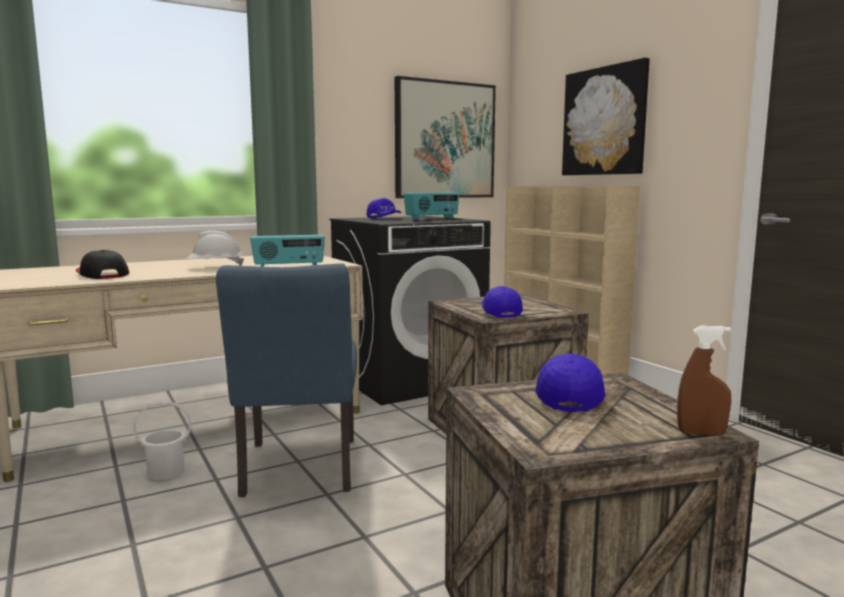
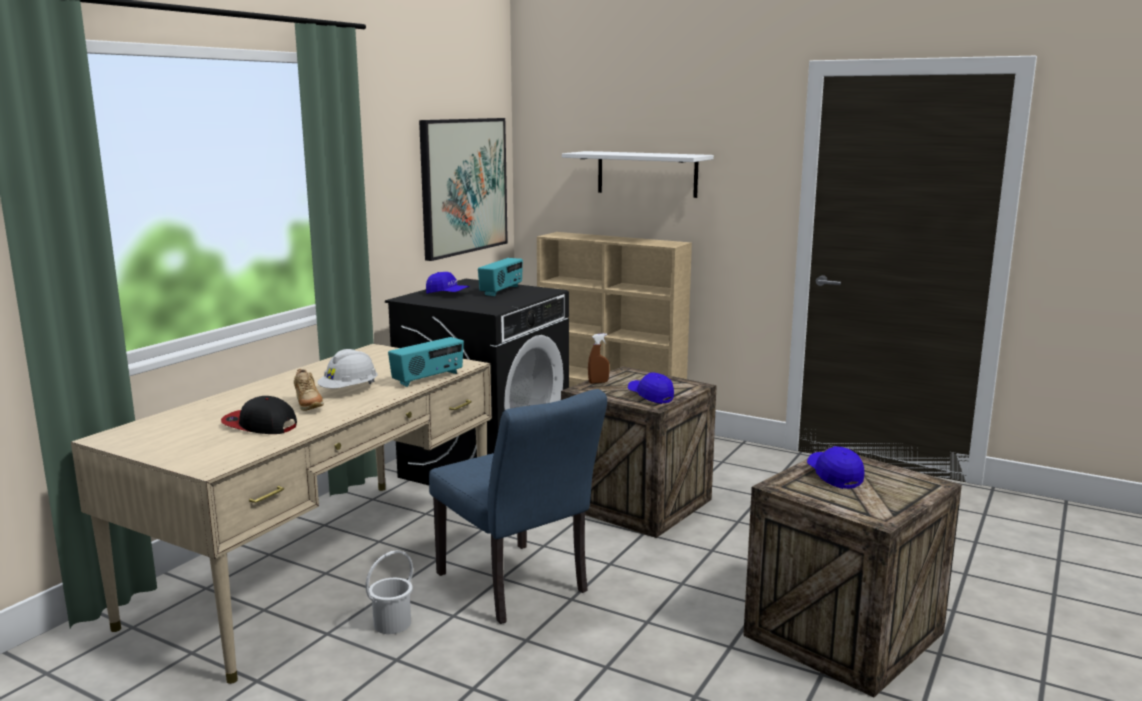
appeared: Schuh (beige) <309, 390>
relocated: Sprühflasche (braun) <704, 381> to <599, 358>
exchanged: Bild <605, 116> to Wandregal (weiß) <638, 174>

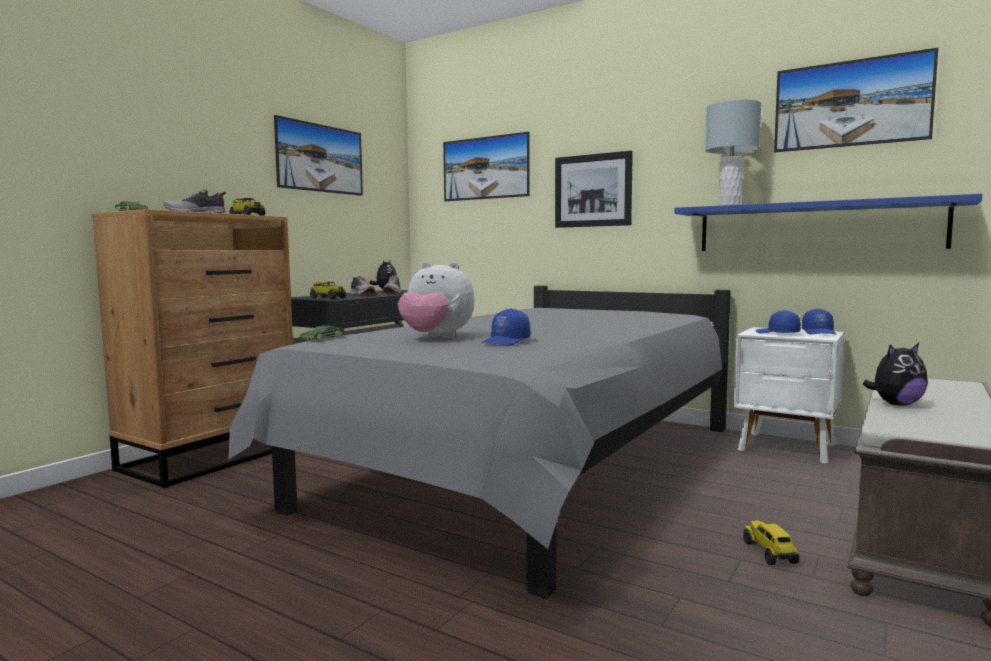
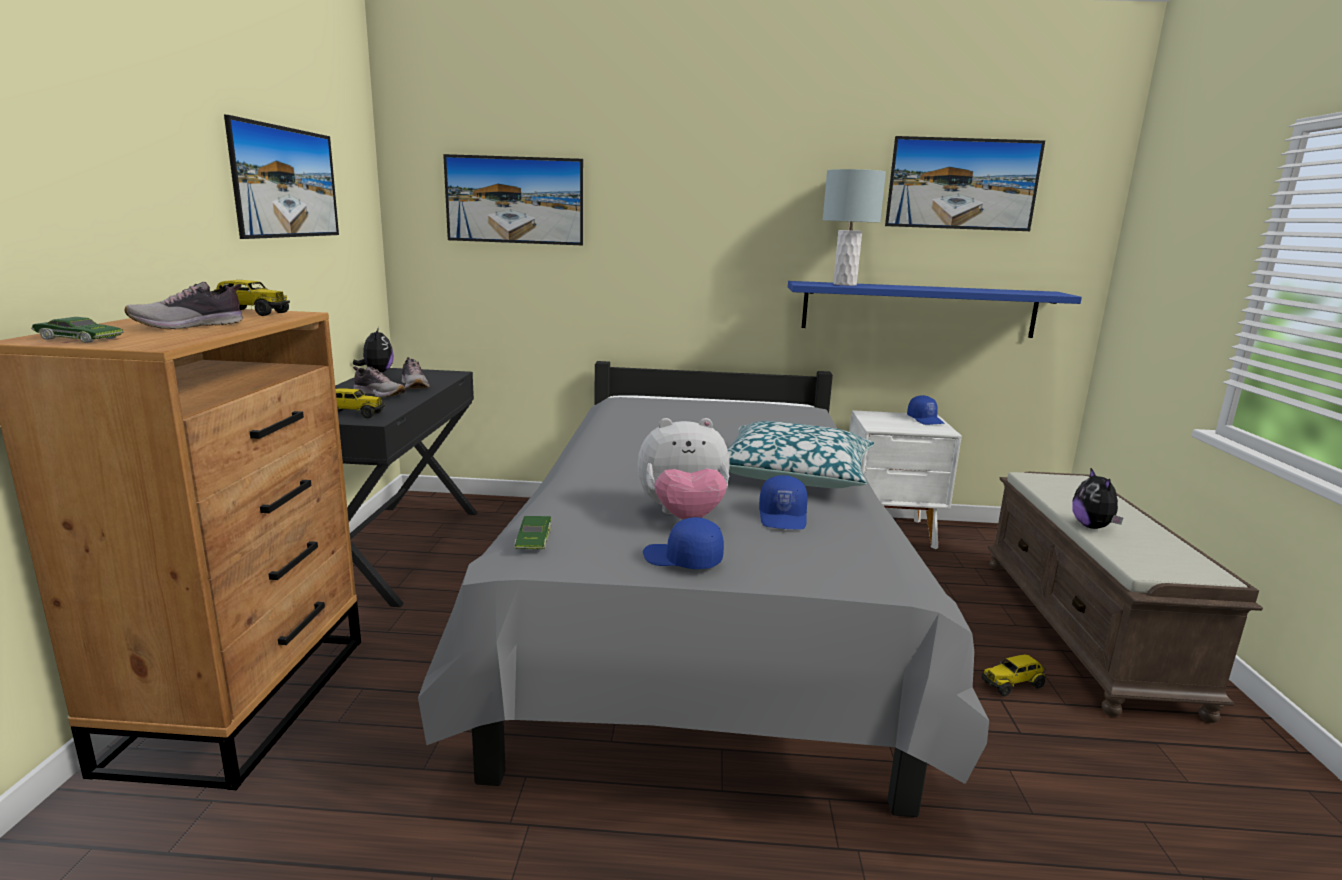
missing: Bild <594, 189>
appeared: Kissen <801, 454>
relocated: Kappe (blau) <778, 322> to <683, 543>
spun: Spielzeuglaster <771, 542> = <1014, 675> 75 degrees counterclockwise; Plüschtier <895, 374> = <1098, 498> 135 degrees clockwise

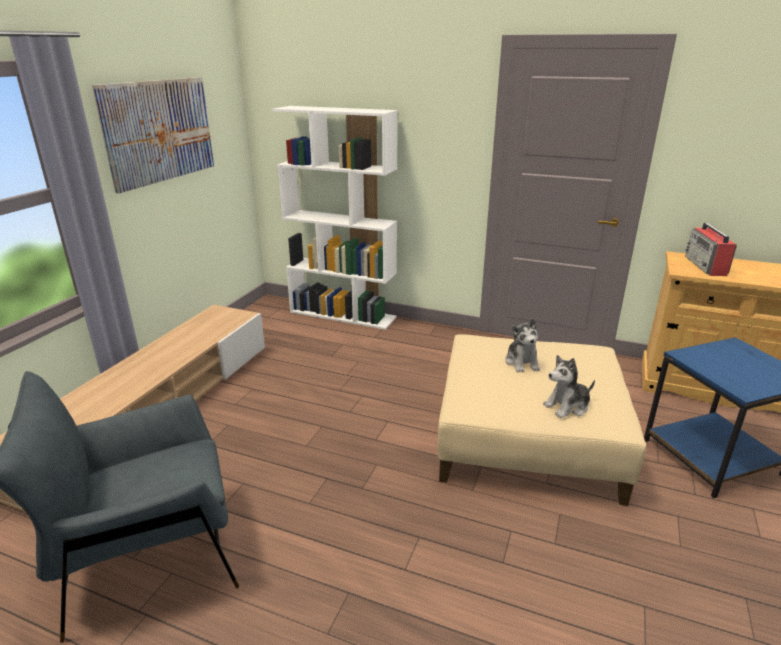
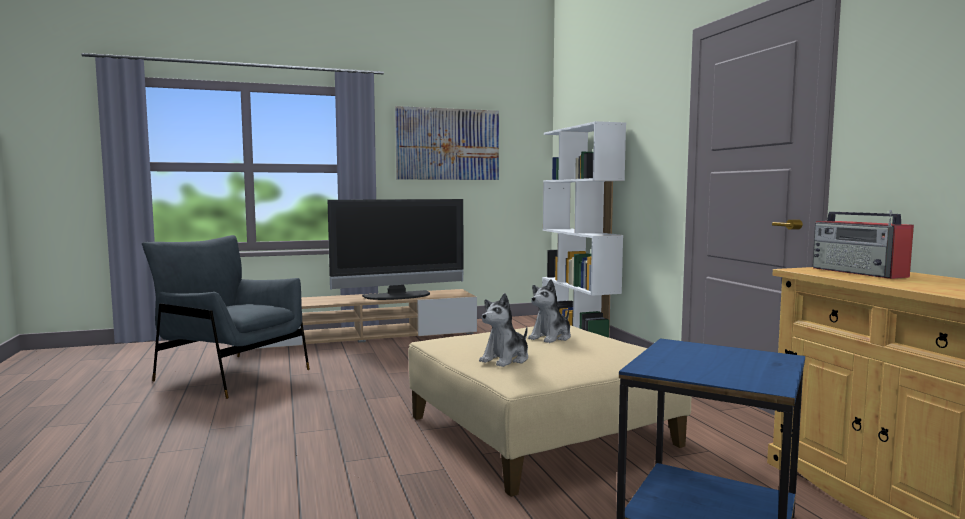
appeared: Fernseher <396, 249>
spun: Plüschtier <569, 386> = <503, 330> 75 degrees counterclockwise; Radio <711, 249> = <863, 244> 75 degrees counterclockwise

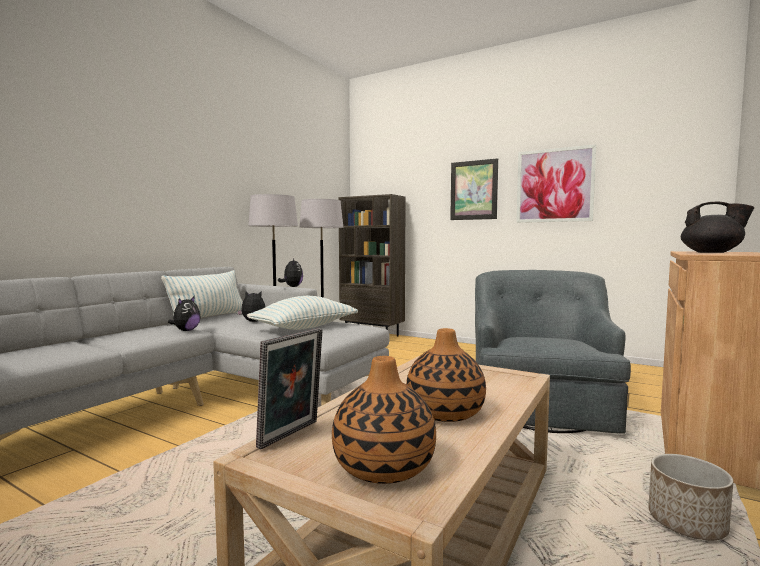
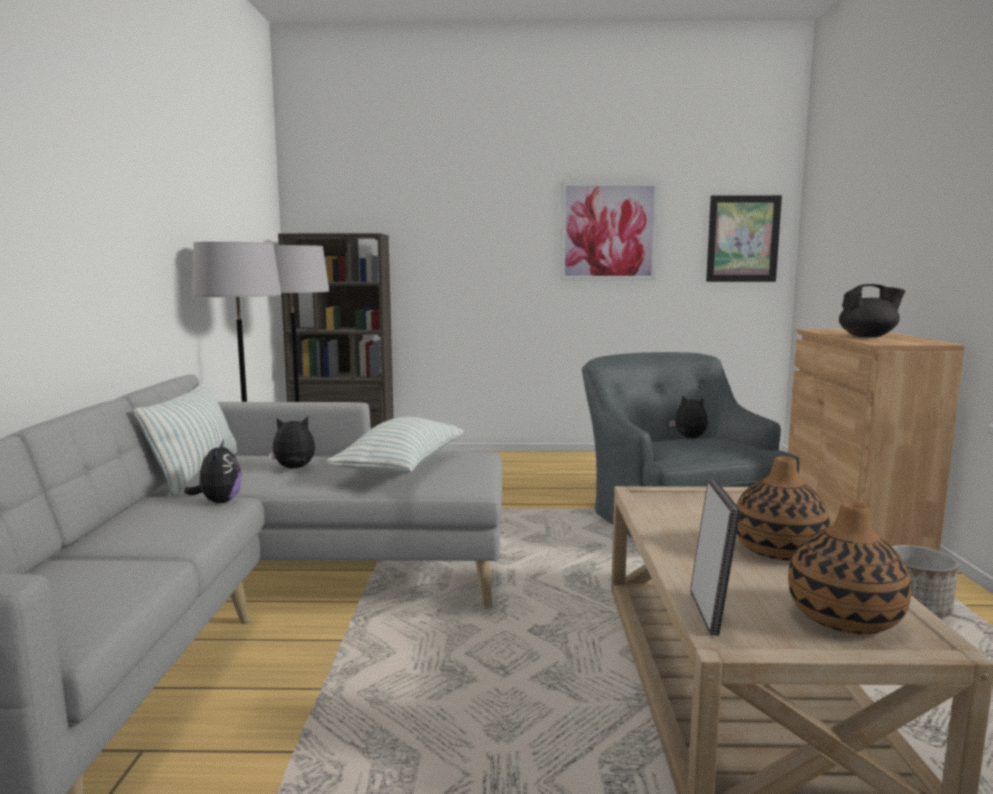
relocated: Plüschtier <290, 273> to <688, 416>; Bild <474, 189> to <744, 238>

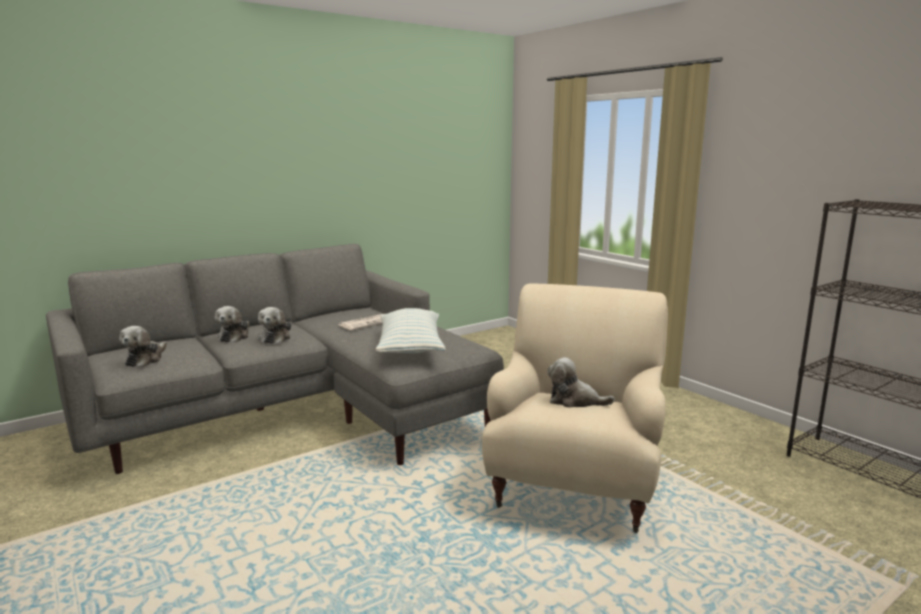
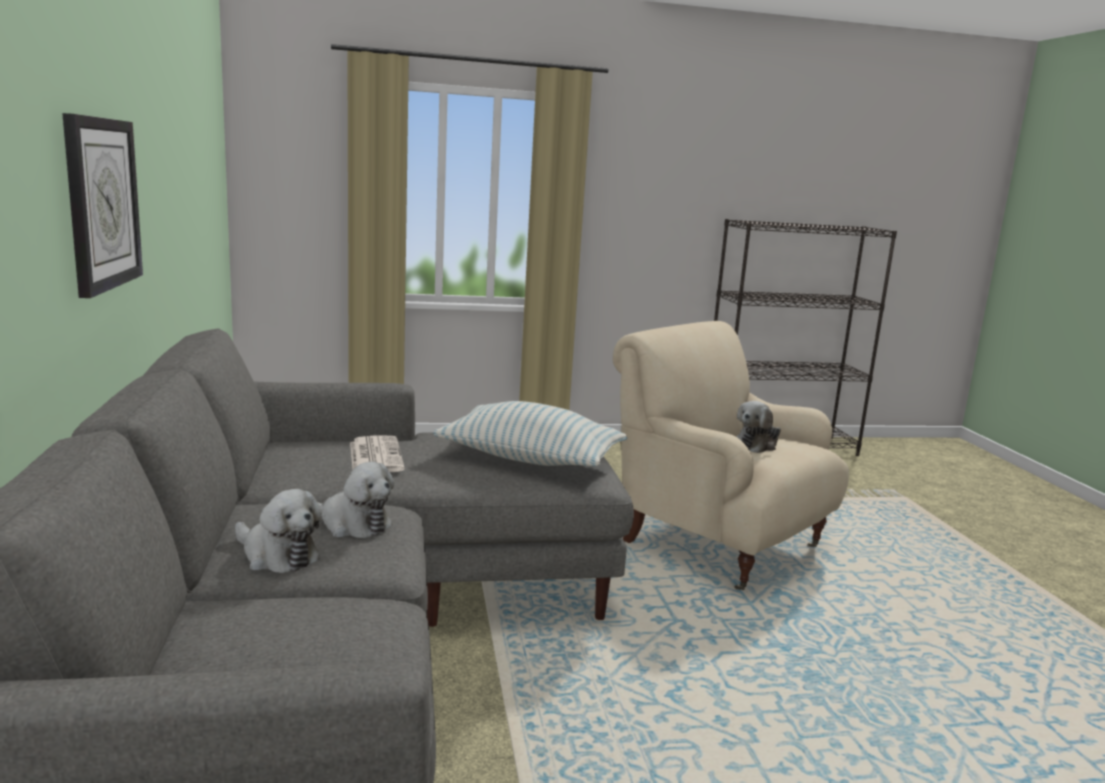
missing: Plüschtier <143, 346>
appeared: Wanduhr <102, 205>

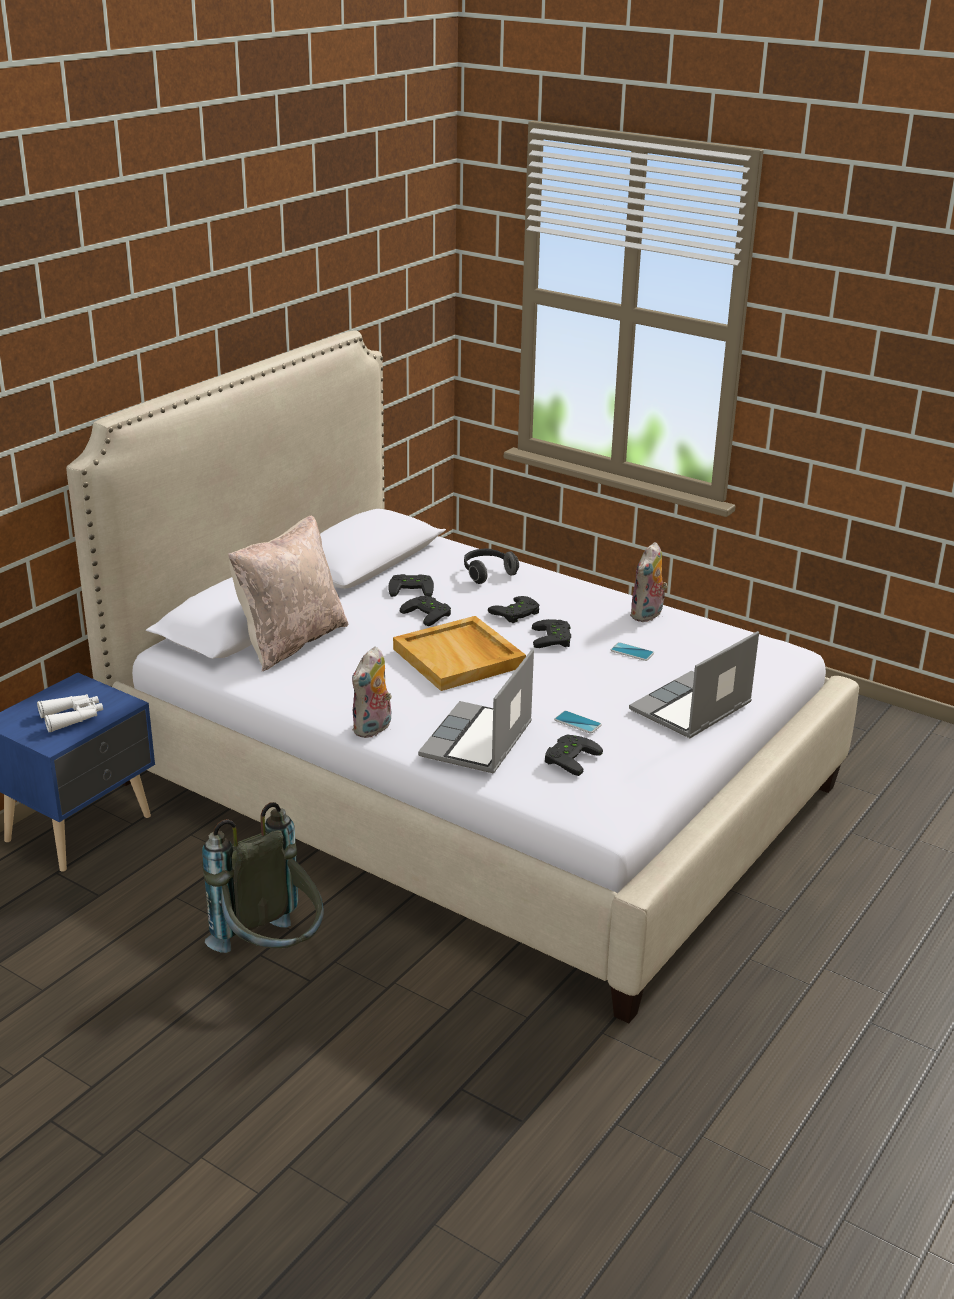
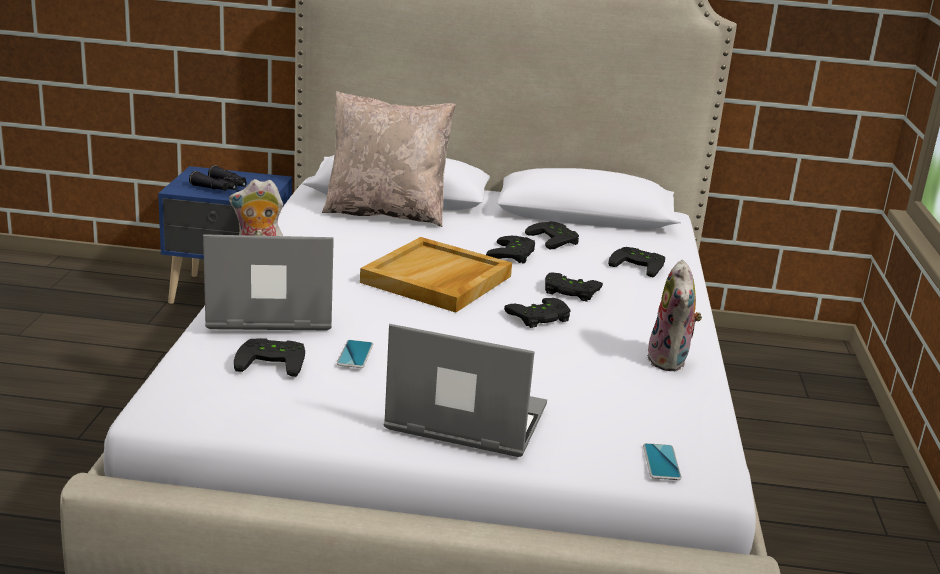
missing: Rucksack (grau) <263, 877>
relocated: Handy <632, 651> to <662, 461>
exchanged: Kopfhörer <491, 566> to Gamepad (schwarz) <636, 262>
colour: Fernglas (weiß) <70, 713> to Fernglas (schwarz) <218, 178>
spun: Plüschtier <649, 582> = <674, 315> 90 degrees counterclockwise

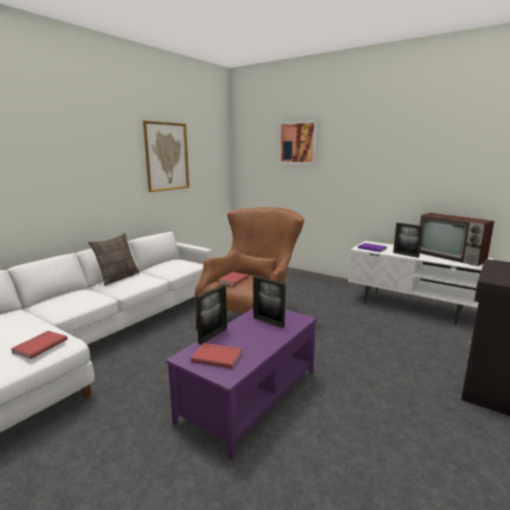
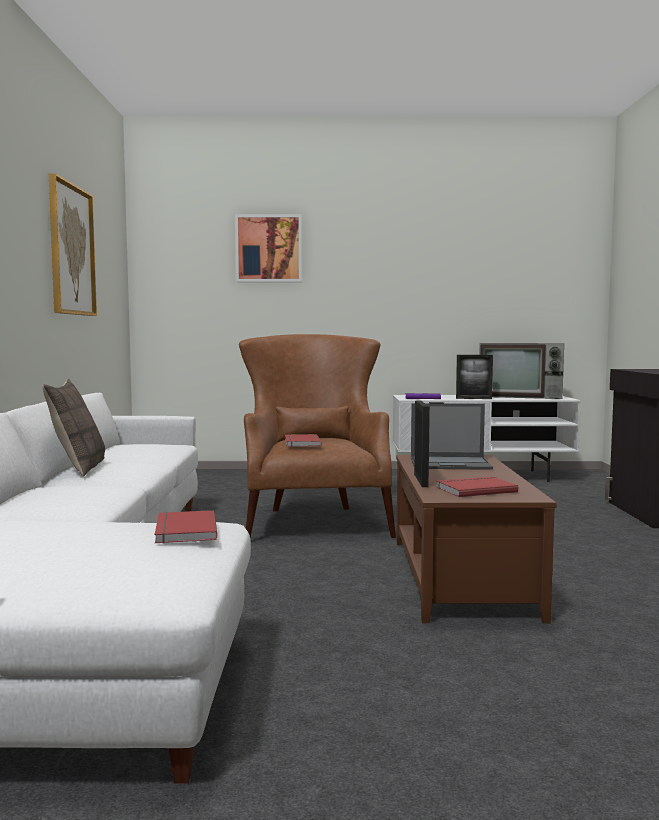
exchanged: Bilderrahmen <269, 302> to Laptop <452, 436>
colour: Couchtisch (lila) <241, 384> to Couchtisch (braun) <476, 539>

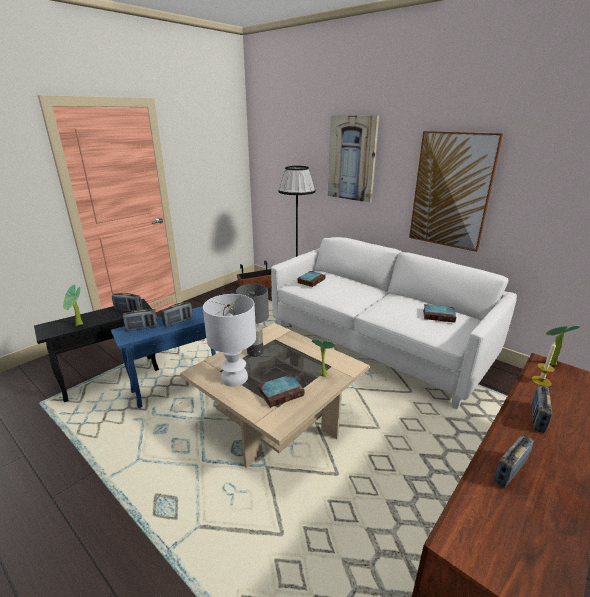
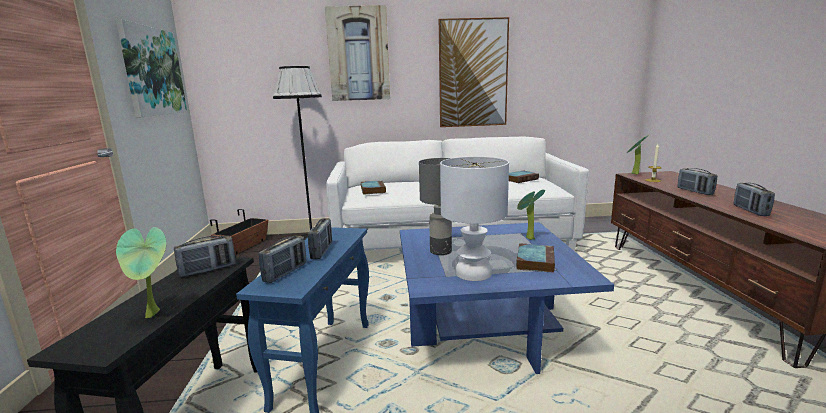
appeared: Bild <151, 68>
colour: Couchtisch (beige) <274, 395> to Couchtisch (blau) <507, 298>

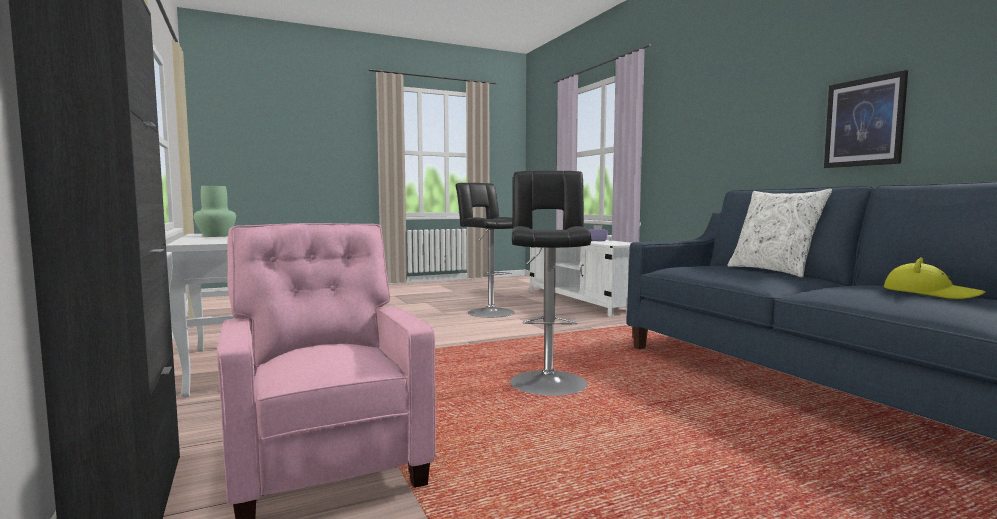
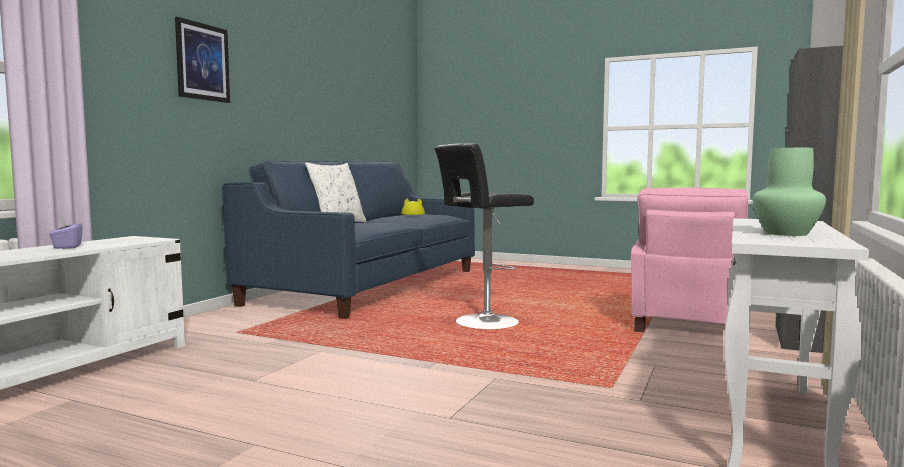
missing: Hocker (schwarz) <485, 250>
relocated: Bild <866, 119> to <202, 60>

